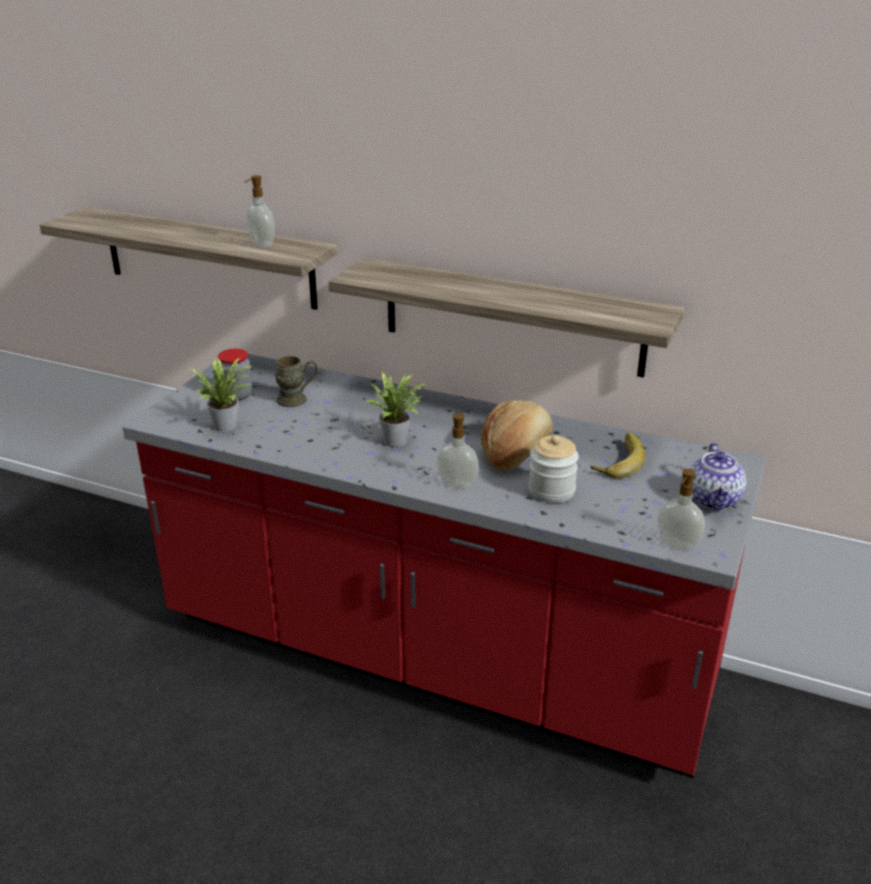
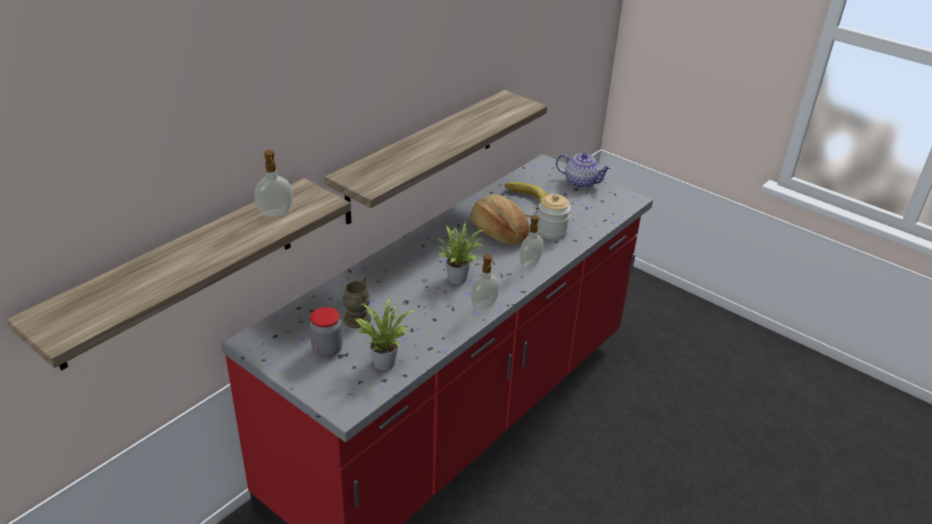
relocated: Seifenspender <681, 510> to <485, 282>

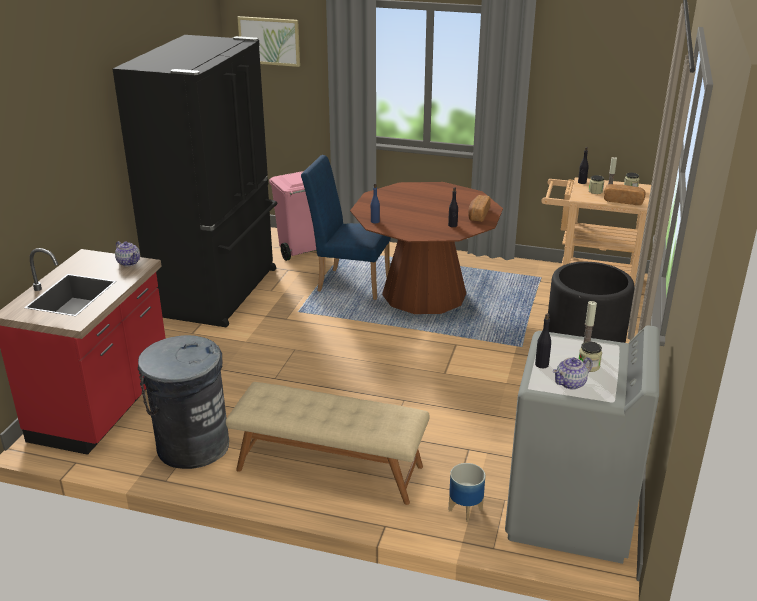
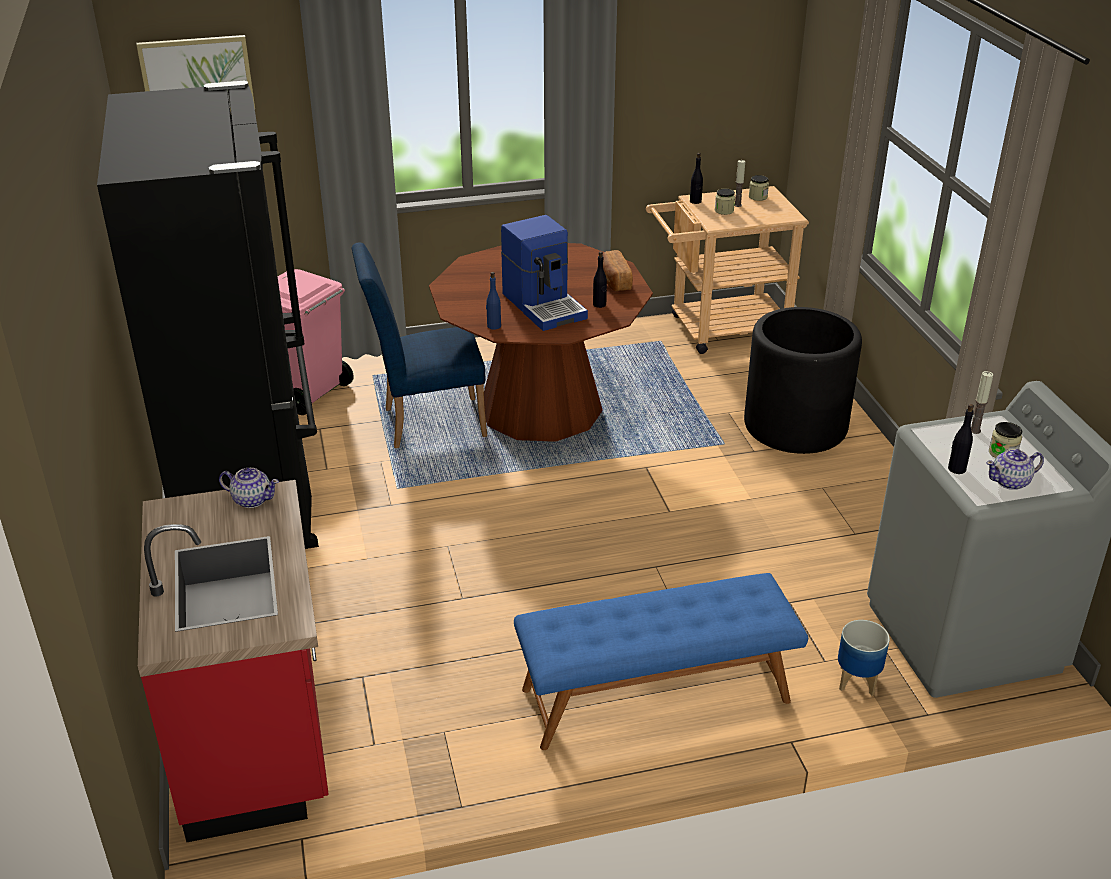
missing: Mülleimer (grau) <183, 402>; Brot <625, 194>
appeared: Kaffeemaschine <544, 273>
colour: Bank (beige) <328, 443> to Bank (blau) <661, 661>
spun: Teekanne <572, 373> = <1015, 469> 45 degrees clockwise

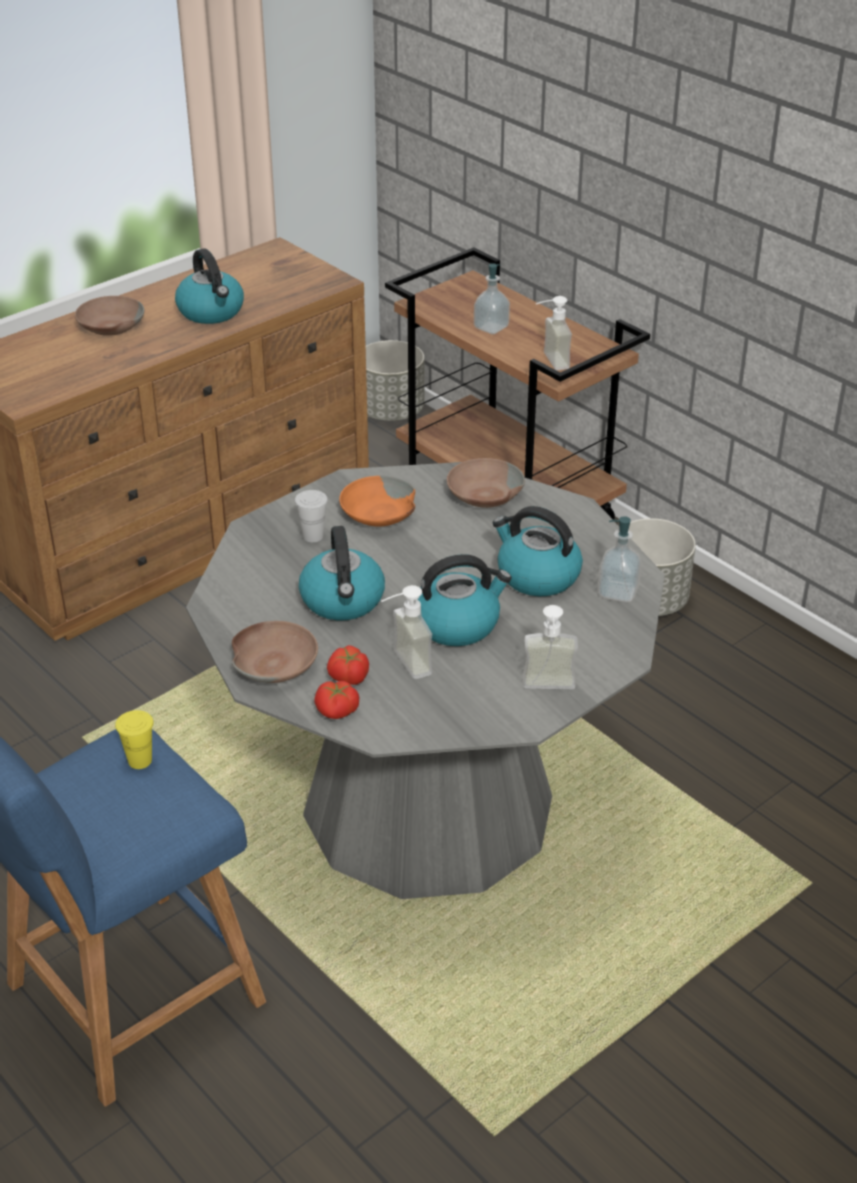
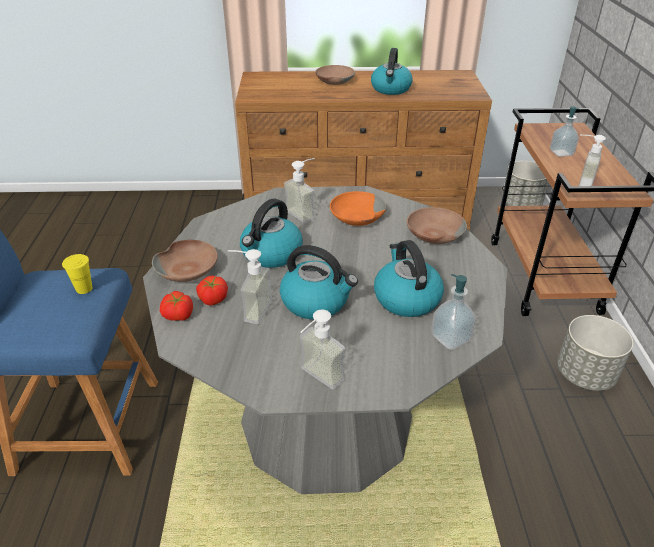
exchanged: Tasse (weiß) <311, 516> to Seifenspender <299, 190>

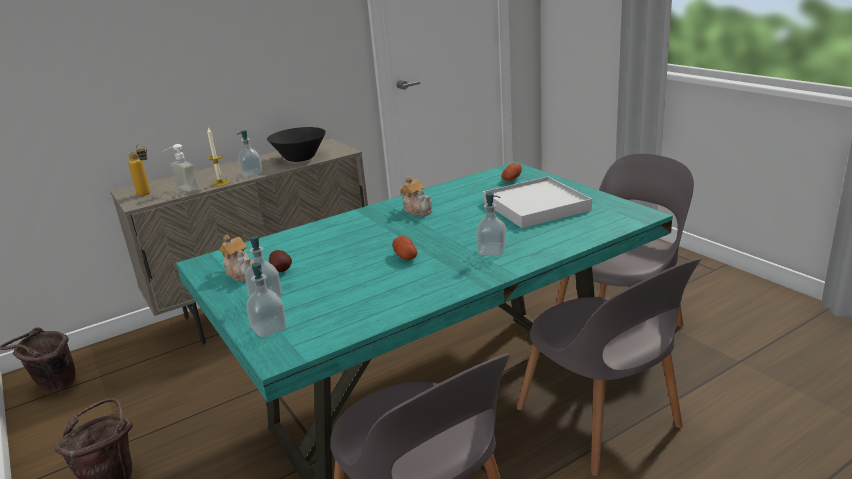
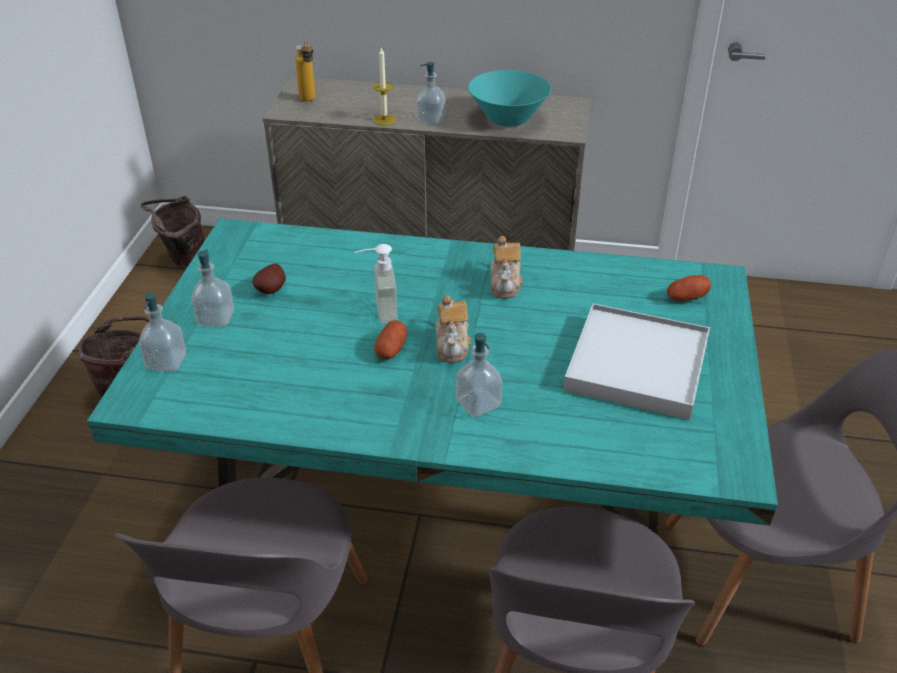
relocated: Seifenspender <180, 168> to <376, 284>; Teekanne <236, 258> to <453, 329>
colour: Schüssel (schwarz) <296, 144> to Schüssel (türkis) <509, 98>

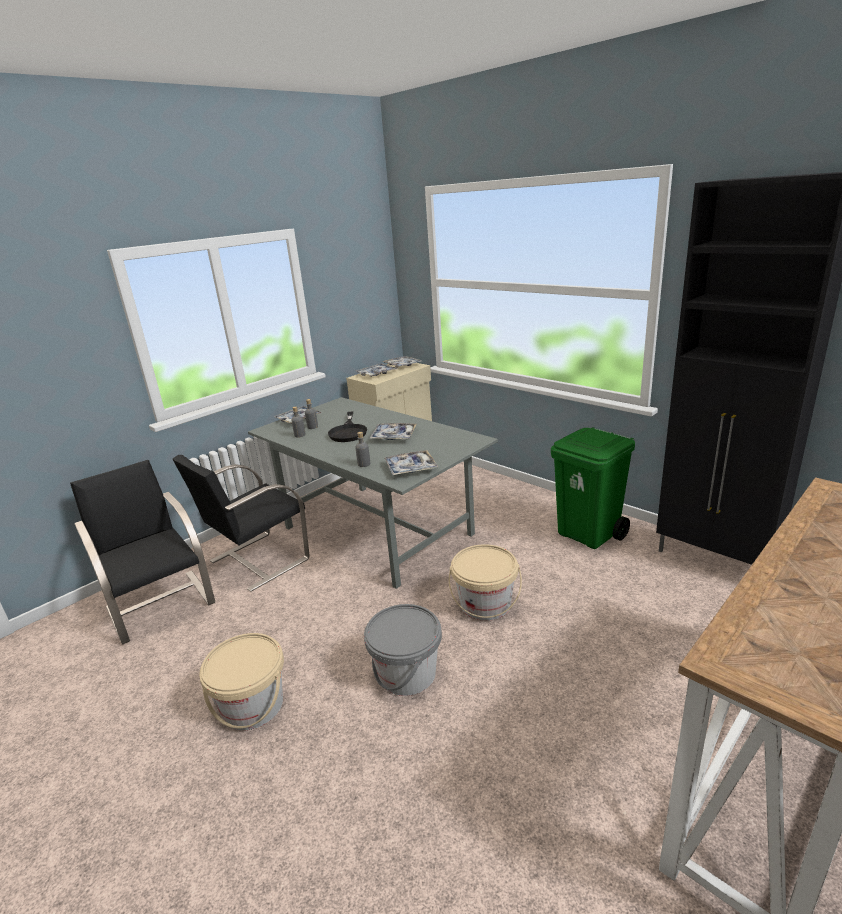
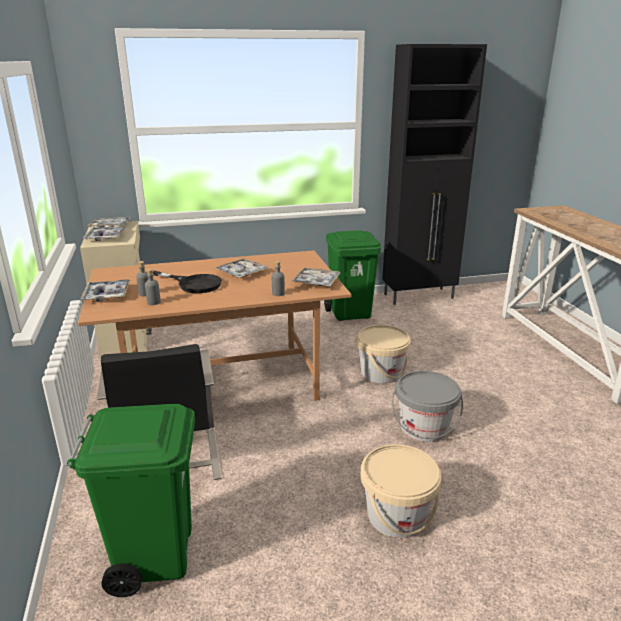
exchanged: Stuhl (schwarz) <142, 552> to Mülleimer (grün) <131, 500>
colour: Esstisch (grau) <373, 493> to Esstisch (braun) <215, 325>

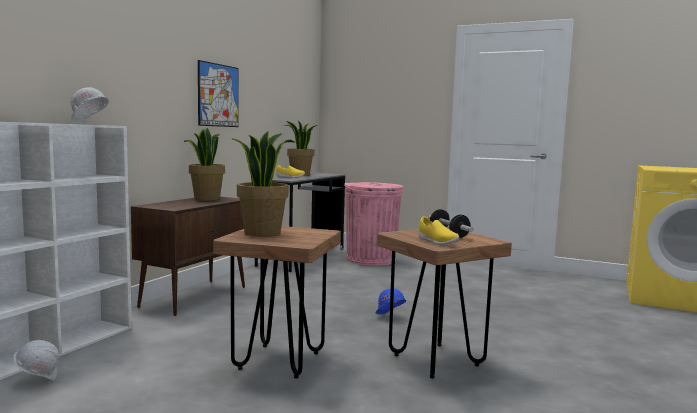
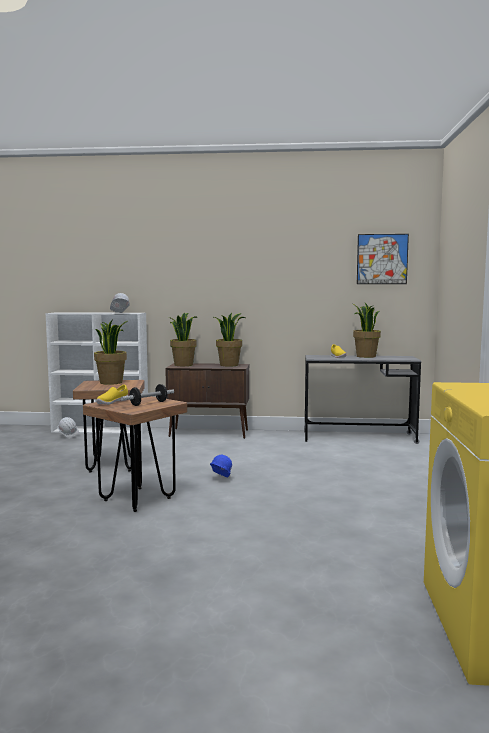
missing: Mülleimer (rosa) <373, 224>
appeared: Topfpflanze <183, 339>
relocated: Bild <218, 93> to <383, 259>

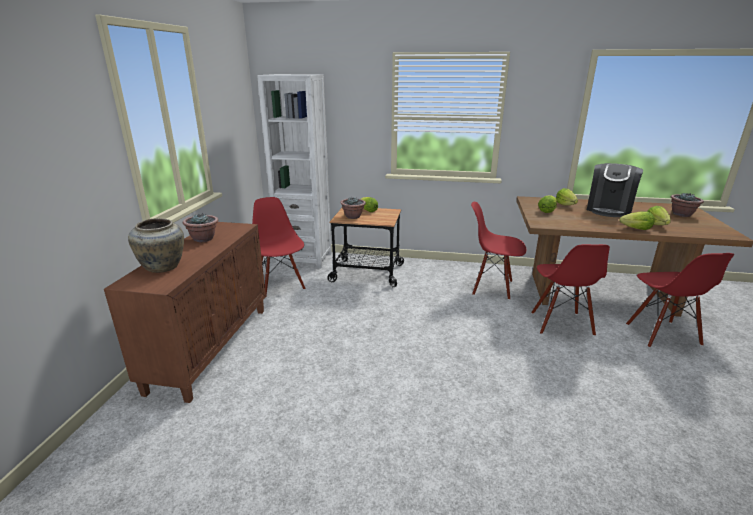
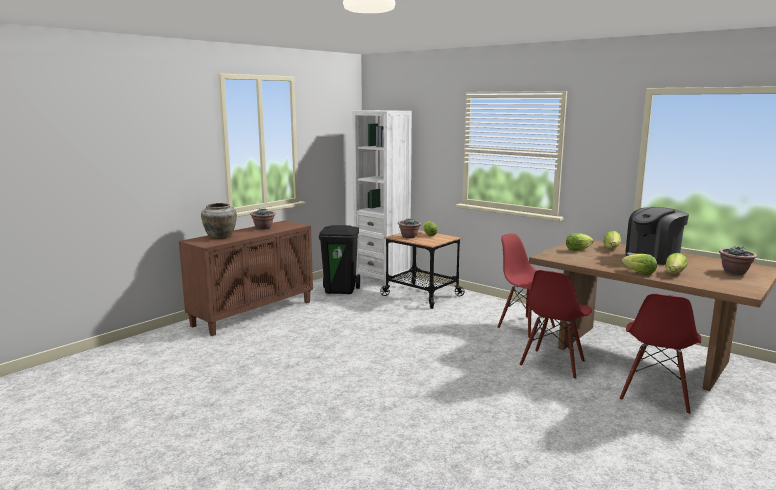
exchanged: Stuhl (rot) <279, 247> to Mülleimer (schwarz) <339, 259>

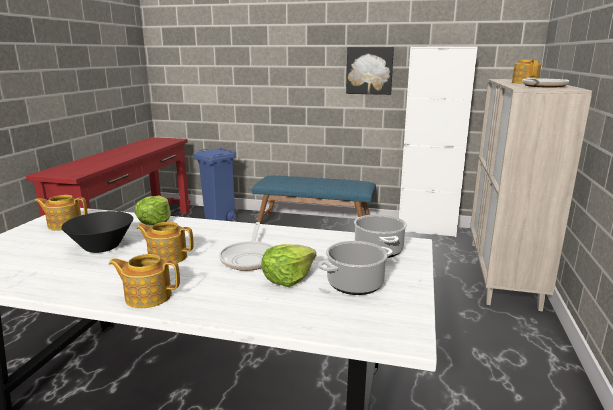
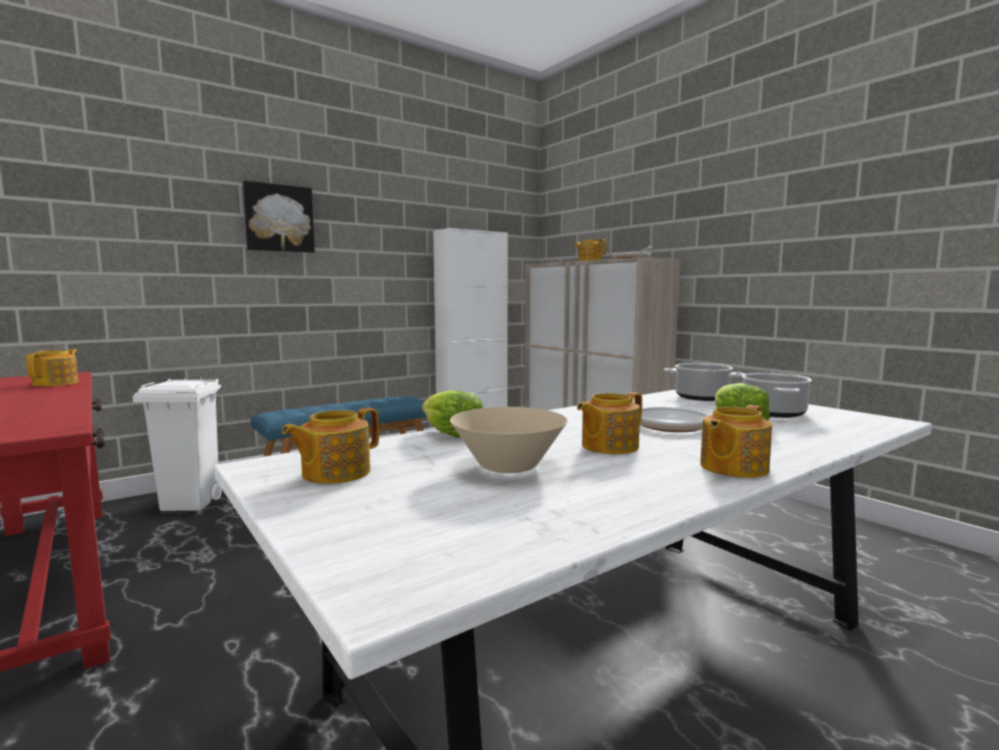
appeared: Teekanne <52, 368>
relocated: Bild <370, 71> to <279, 217>
colour: Schüssel (schwarz) <97, 232> to Schüssel (beige) <509, 440>; Mülleimer (blau) <214, 184> to Mülleimer (weiß) <177, 445>

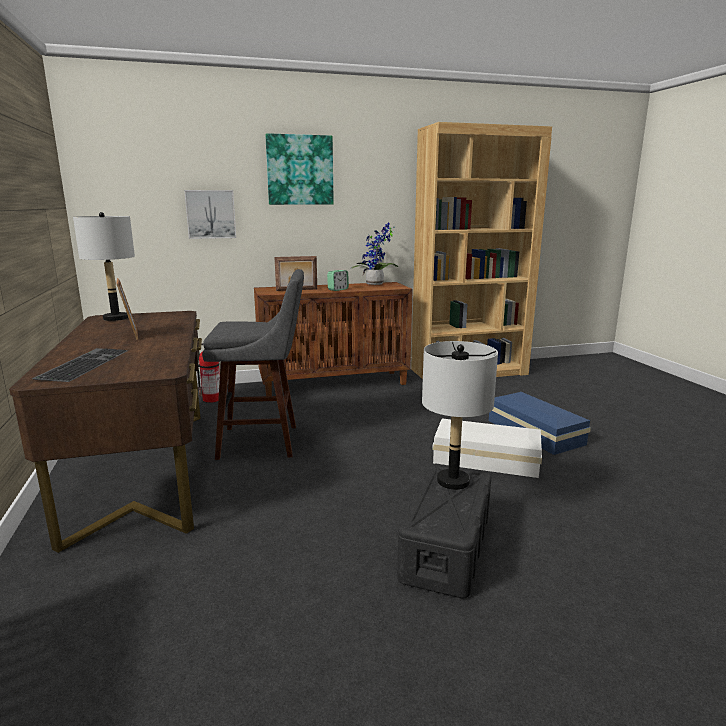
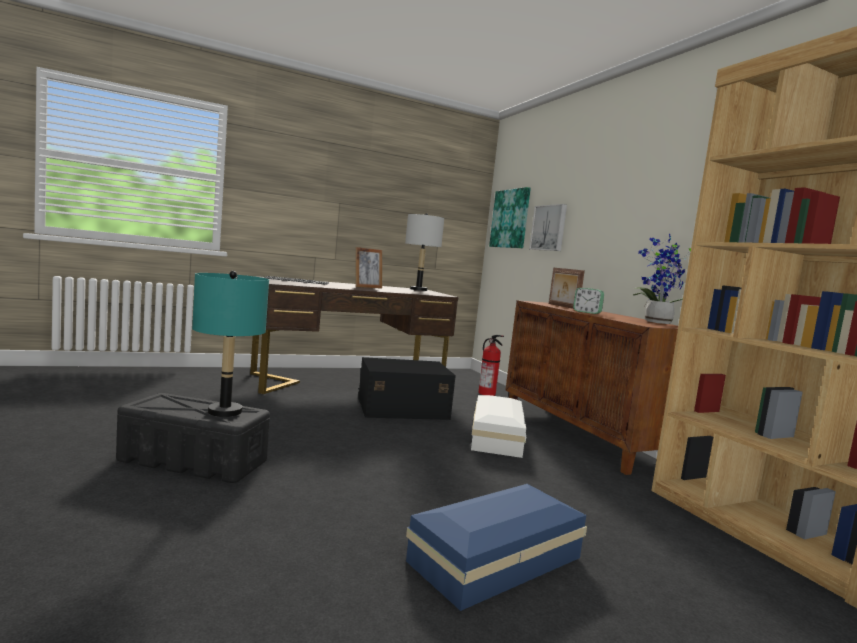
relocated: Bild <299, 169> to <510, 217>; Aufbewahrungsbox (weiß) <487, 448> to <498, 426>
exchanged: Hocker (grau) <253, 364> to Aufbewahrungsbox (schwarz) <407, 388>
colour: Tischlampe (grau) <460, 415> to Tischlampe (türkis) <230, 344>

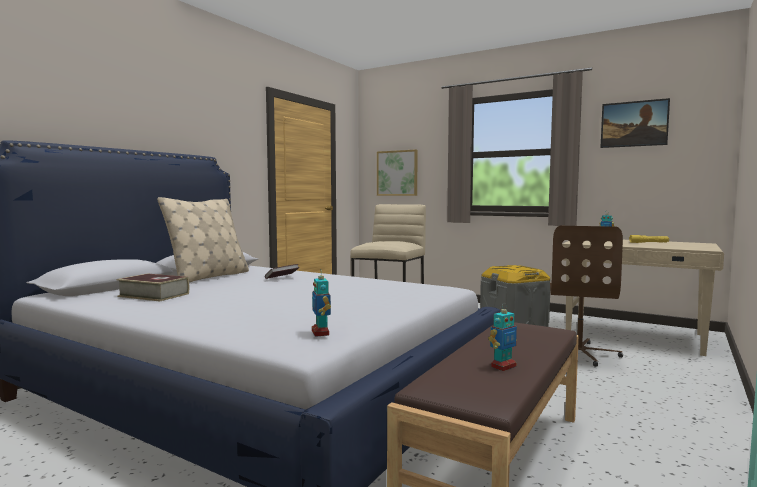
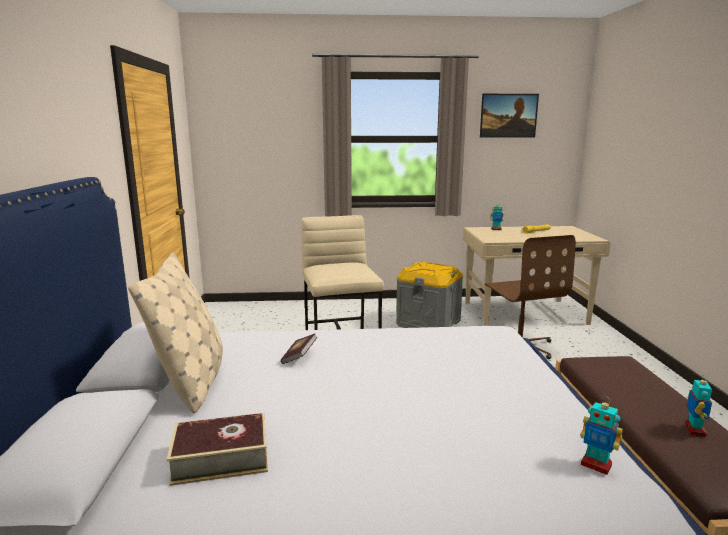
missing: Bild <397, 172>

